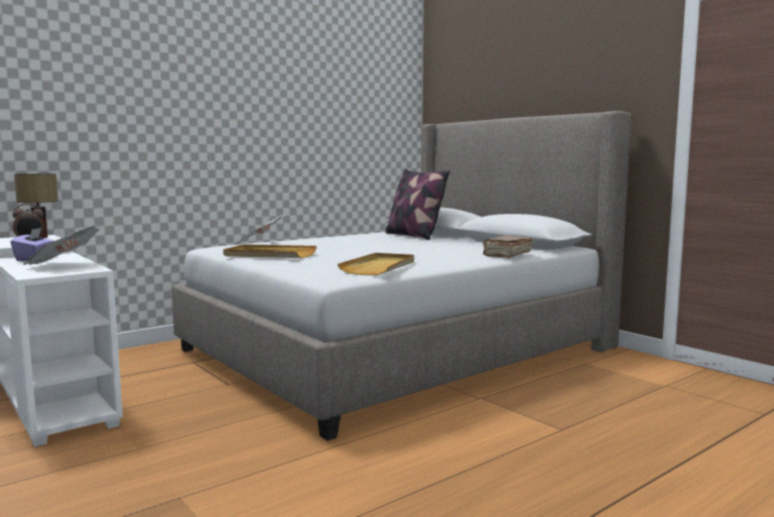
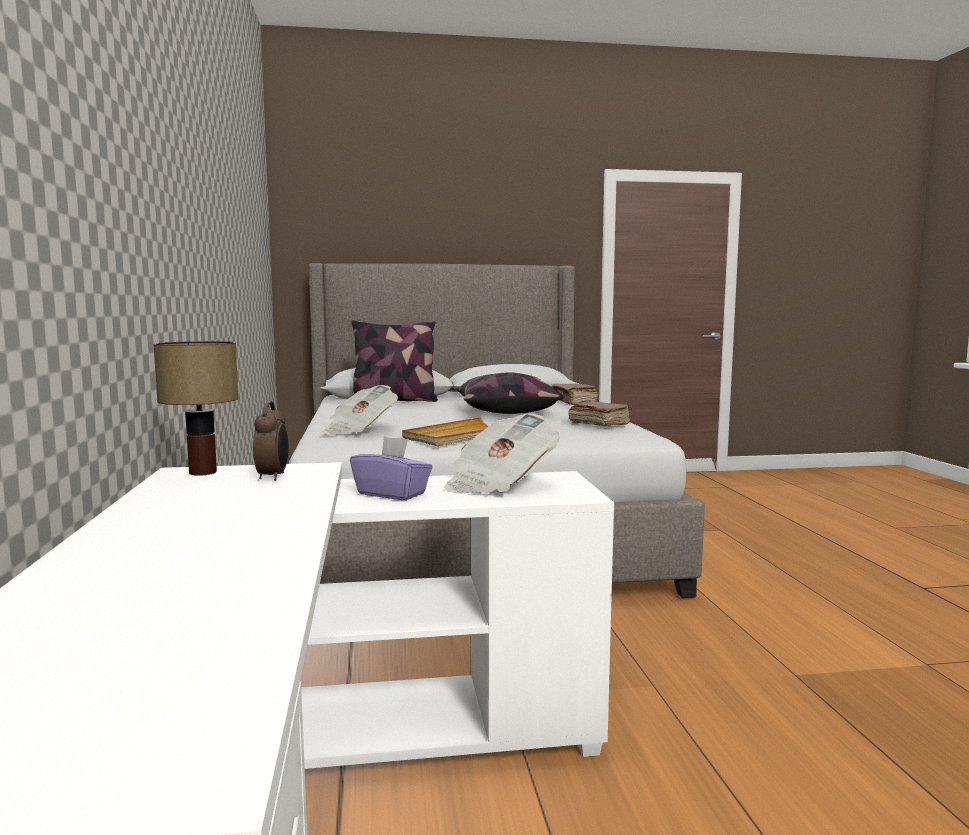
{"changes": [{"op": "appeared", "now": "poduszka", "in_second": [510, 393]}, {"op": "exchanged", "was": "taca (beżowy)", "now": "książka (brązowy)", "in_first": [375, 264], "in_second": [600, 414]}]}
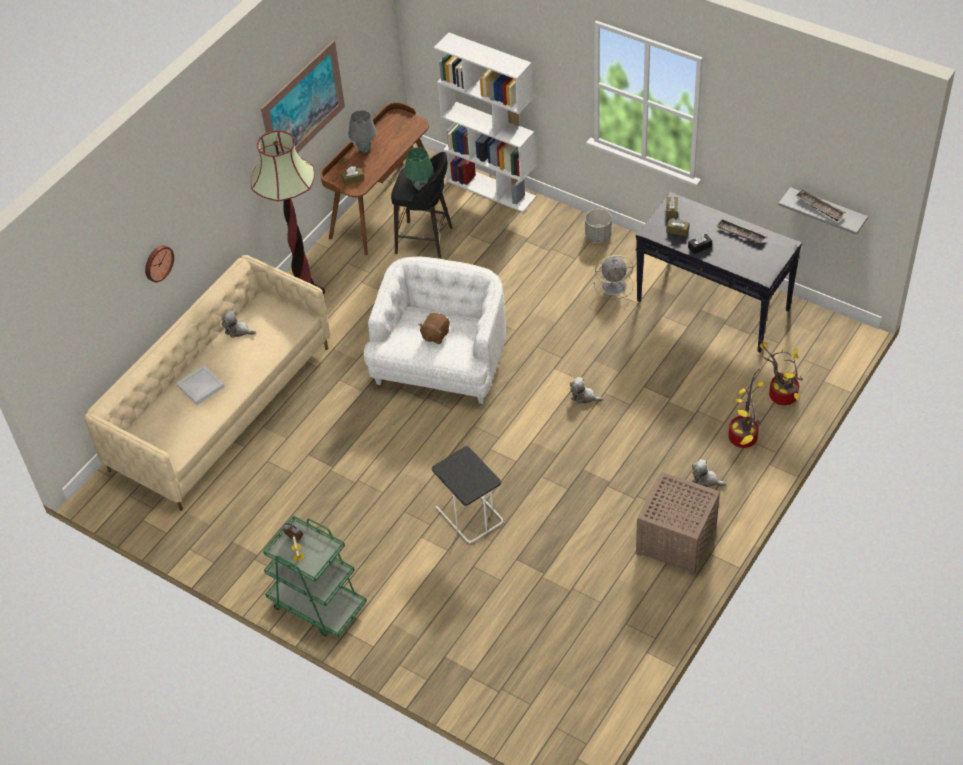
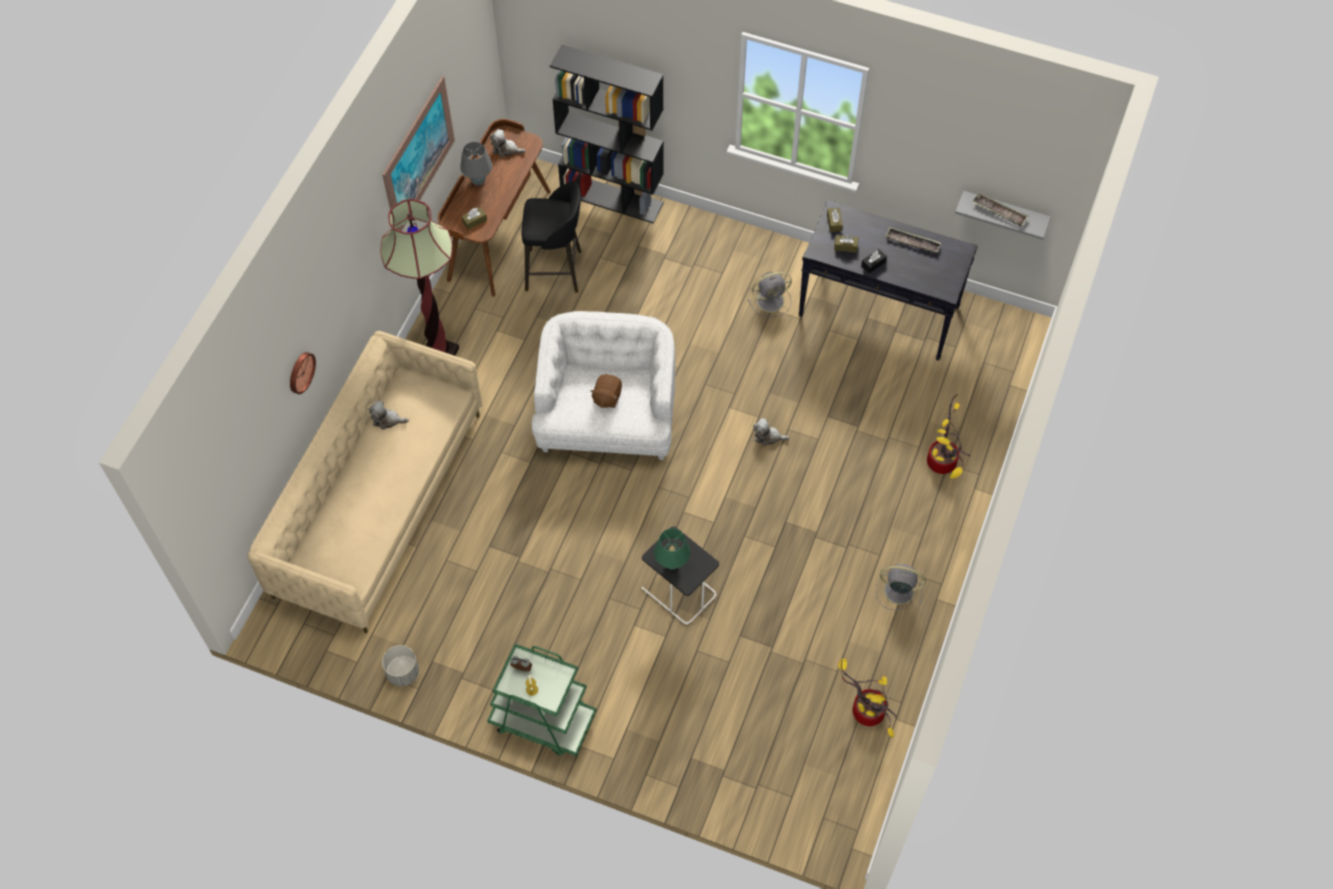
{"changes": [{"op": "missing", "was": "taca (biały)", "in_first": [200, 385]}, {"op": "relocated", "was": "lampa stołowa (zielony)", "in_first": [419, 168], "in_second": [672, 548]}, {"op": "relocated", "was": "donica (szary)", "in_first": [598, 226], "in_second": [400, 665]}, {"op": "relocated", "was": "pluszak", "in_first": [709, 473], "in_second": [508, 143]}, {"op": "relocated", "was": "roślina doniczkowa", "in_first": [781, 369], "in_second": [867, 699]}, {"op": "exchanged", "was": "stolik (brązowy)", "now": "wentylator (szary)", "in_first": [678, 523], "in_second": [901, 587]}, {"op": "colour", "was": "regał (biały)", "now": "regał (czarny)", "in_first": [485, 122], "in_second": [607, 134]}]}
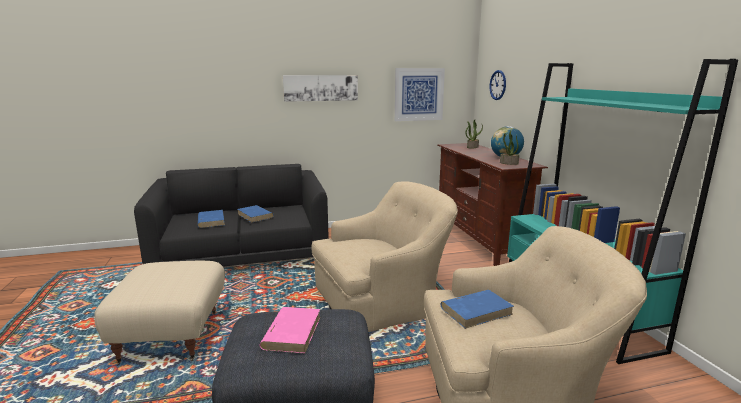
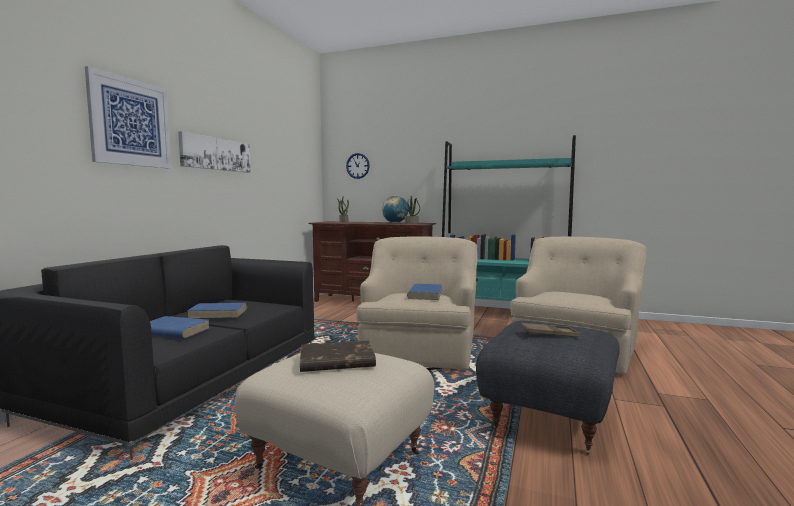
{"changes": [{"op": "appeared", "now": "książka (brązowy)", "in_second": [338, 356]}, {"op": "relocated", "was": "obraz", "in_first": [420, 94], "in_second": [128, 117]}, {"op": "relocated", "was": "książka (niebieski)", "in_first": [477, 309], "in_second": [424, 292]}, {"op": "exchanged", "was": "książka (różowy)", "now": "taca (brązowy)", "in_first": [290, 330], "in_second": [551, 330]}]}
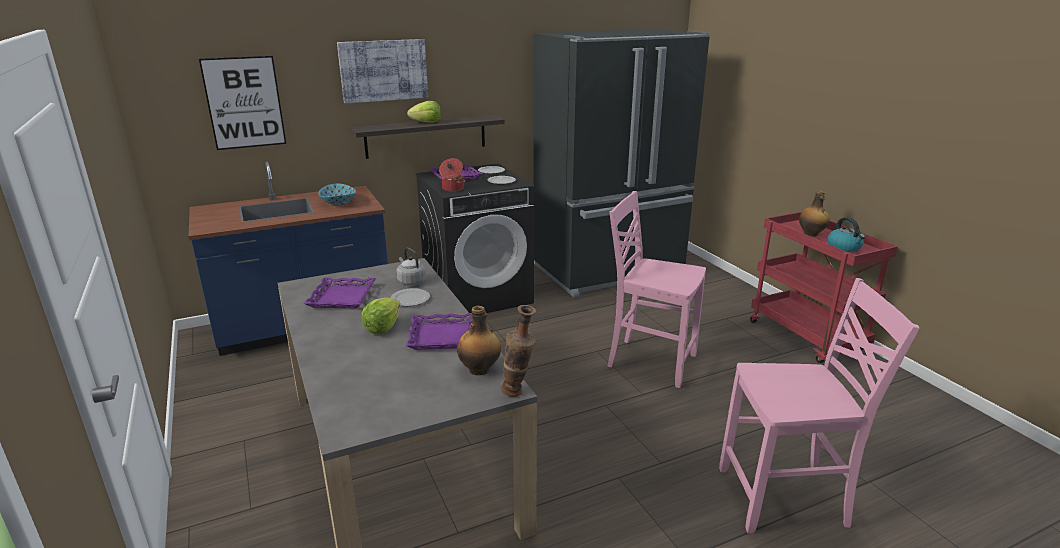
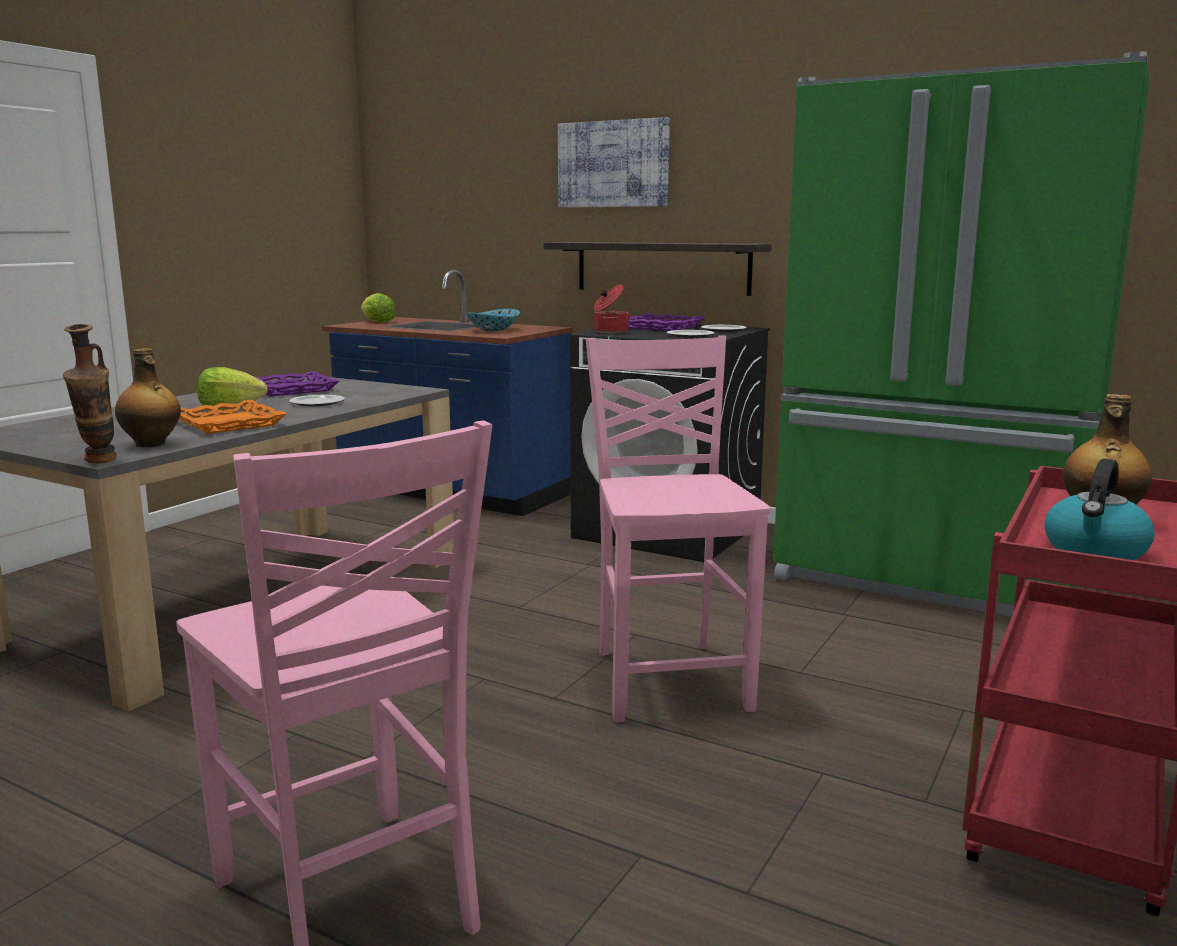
{"changes": [{"op": "missing", "was": "obraz", "in_first": [242, 103]}, {"op": "missing", "was": "czajnik (szary)", "in_first": [411, 266]}, {"op": "relocated", "was": "sałata", "in_first": [424, 112], "in_second": [378, 308]}, {"op": "colour", "was": "taca (fioletowy)", "now": "taca (pomarańczowy)", "in_first": [439, 331], "in_second": [233, 417]}, {"op": "colour", "was": "lodówka (czarny)", "now": "lodówka (zielony)", "in_first": [621, 163], "in_second": [961, 334]}]}
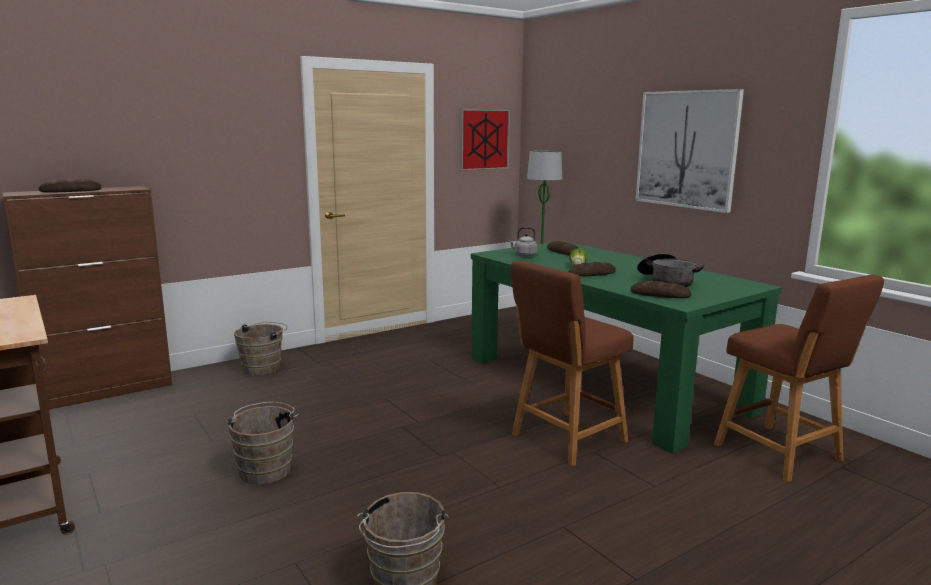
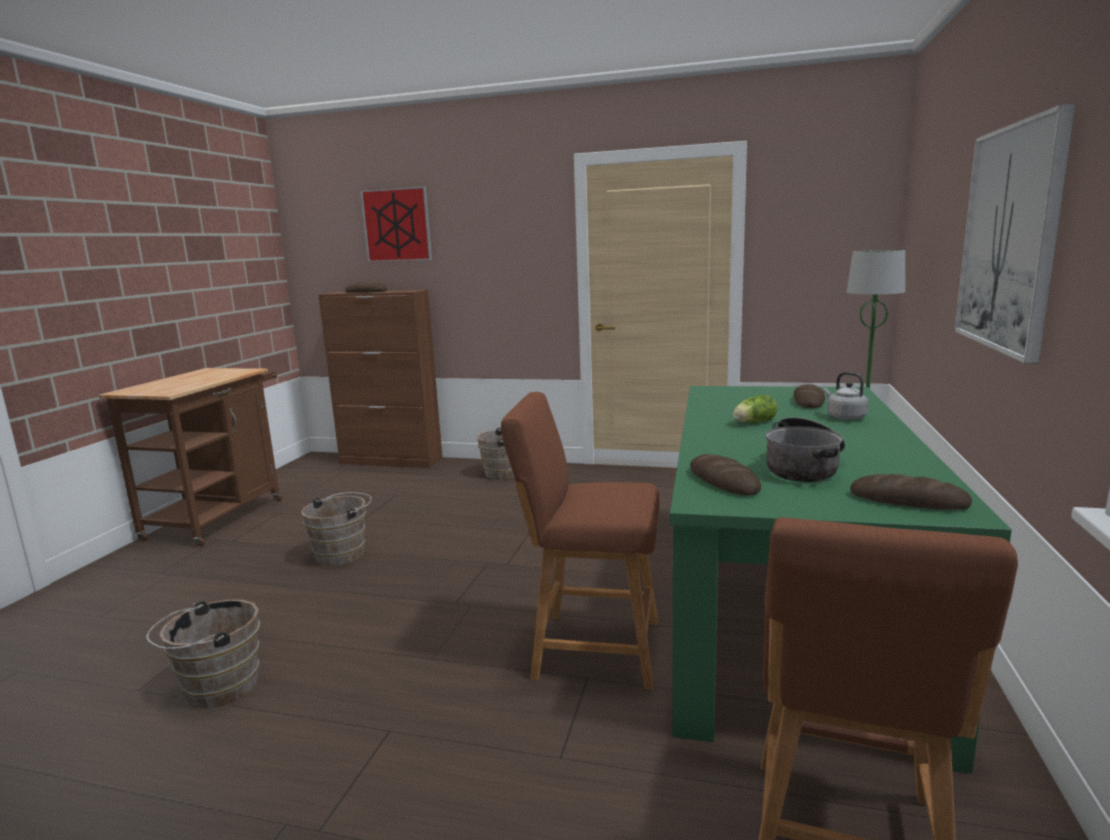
{"changes": [{"op": "relocated", "was": "obraz", "in_first": [485, 140], "in_second": [396, 224]}, {"op": "relocated", "was": "czajnik (szary)", "in_first": [523, 242], "in_second": [846, 396]}, {"op": "relocated", "was": "chleb", "in_first": [592, 269], "in_second": [911, 492]}]}
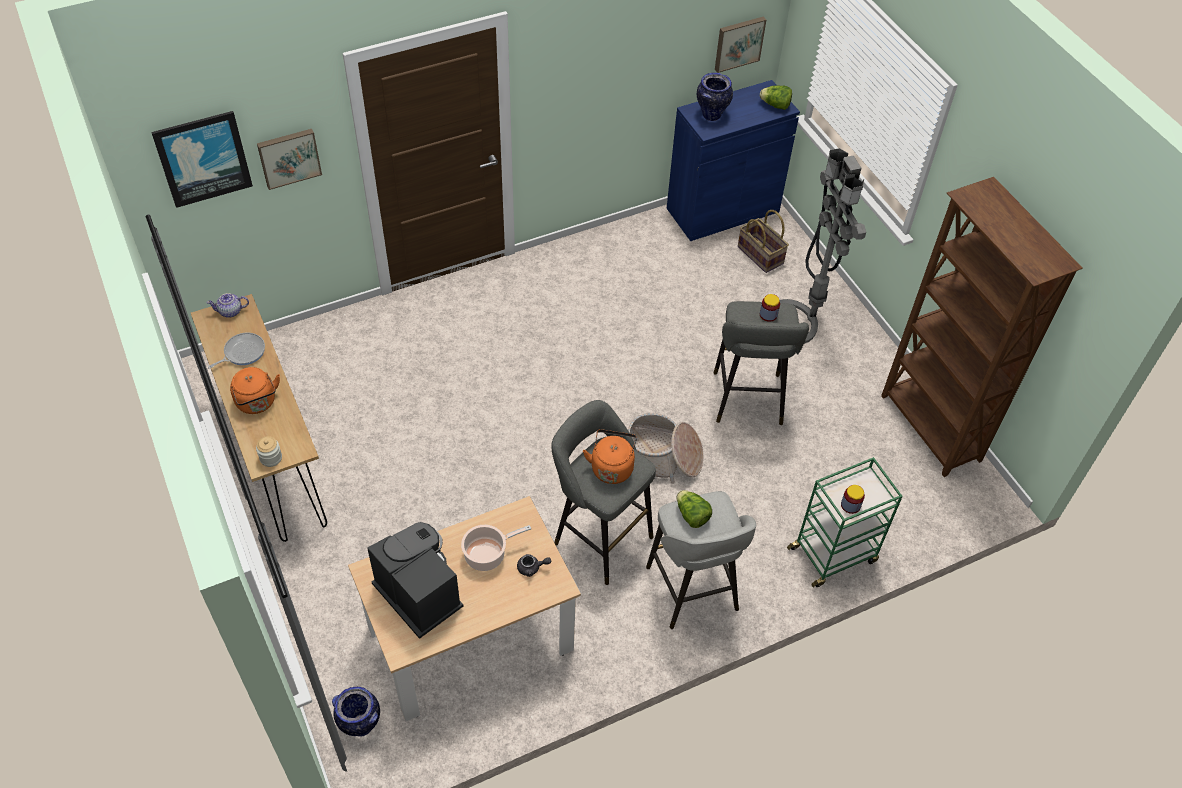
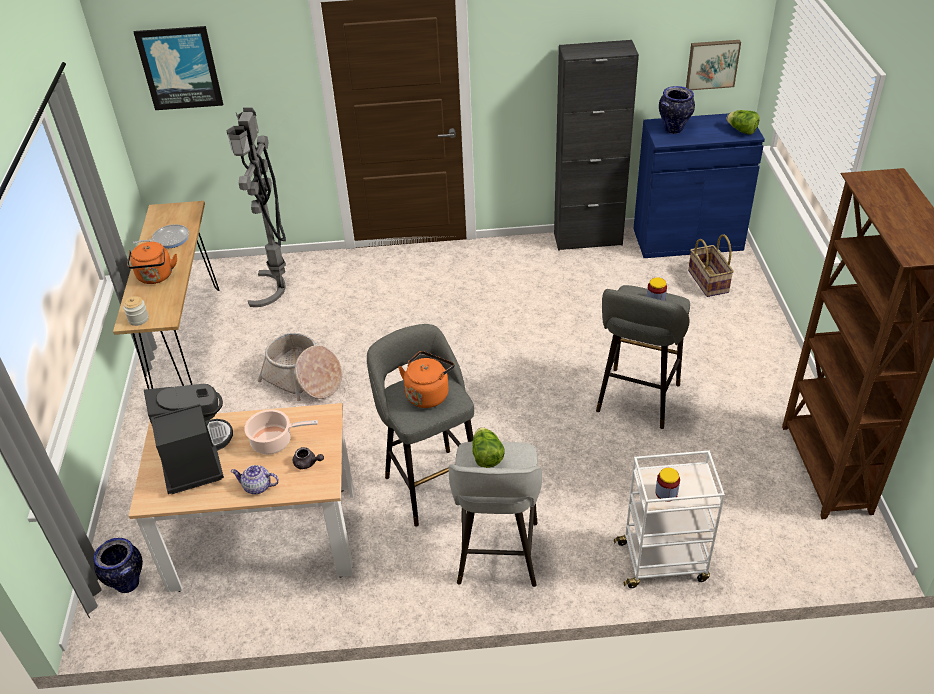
{"changes": [{"op": "missing", "was": "obraz", "in_first": [289, 159]}, {"op": "appeared", "now": "szafka (czarny)", "in_second": [596, 145]}, {"op": "relocated", "was": "imbryk", "in_first": [228, 305], "in_second": [255, 479]}, {"op": "relocated", "was": "koszyk", "in_first": [665, 448], "in_second": [300, 367]}, {"op": "relocated", "was": "lampa stojąca (szary)", "in_first": [823, 246], "in_second": [256, 207]}, {"op": "colour", "was": "wózek (zielony)", "now": "wózek (biały)", "in_first": [845, 522], "in_second": [669, 519]}]}
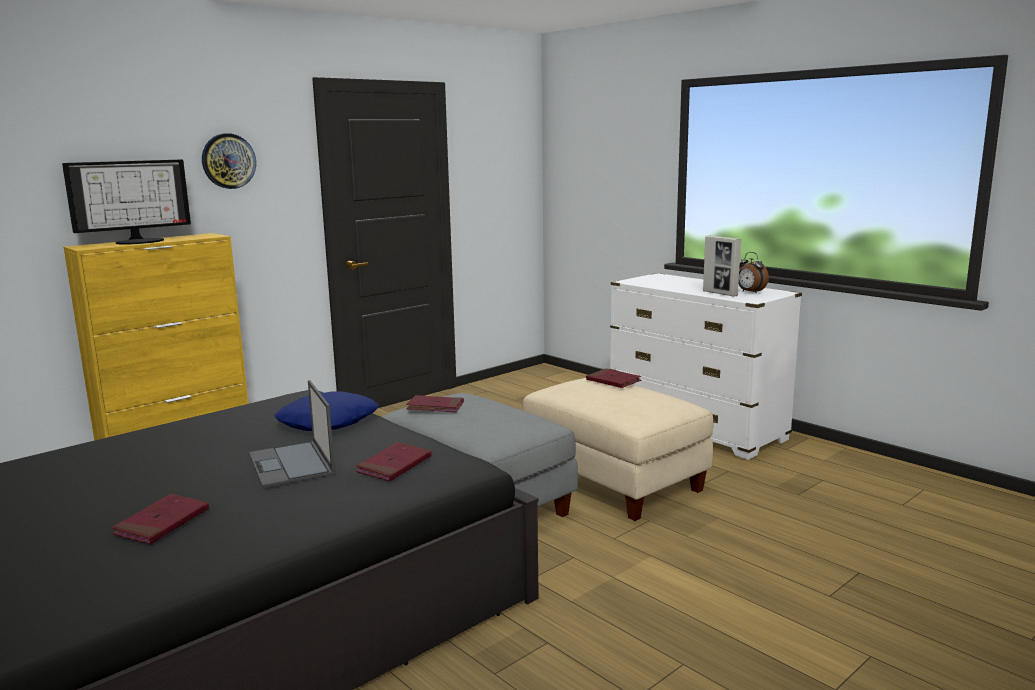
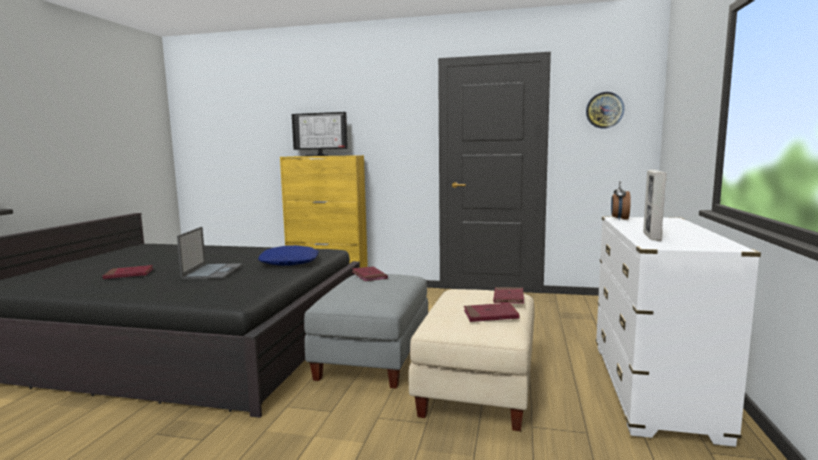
{"changes": [{"op": "relocated", "was": "zegar ścienny", "in_first": [229, 161], "in_second": [605, 110]}, {"op": "relocated", "was": "książka (czerwony)", "in_first": [394, 461], "in_second": [491, 312]}, {"op": "relocated", "was": "budzik", "in_first": [754, 273], "in_second": [621, 201]}, {"op": "spun", "was": "laptop", "in_first": [292, 434], "in_second": [209, 253], "clockwise": 150}]}
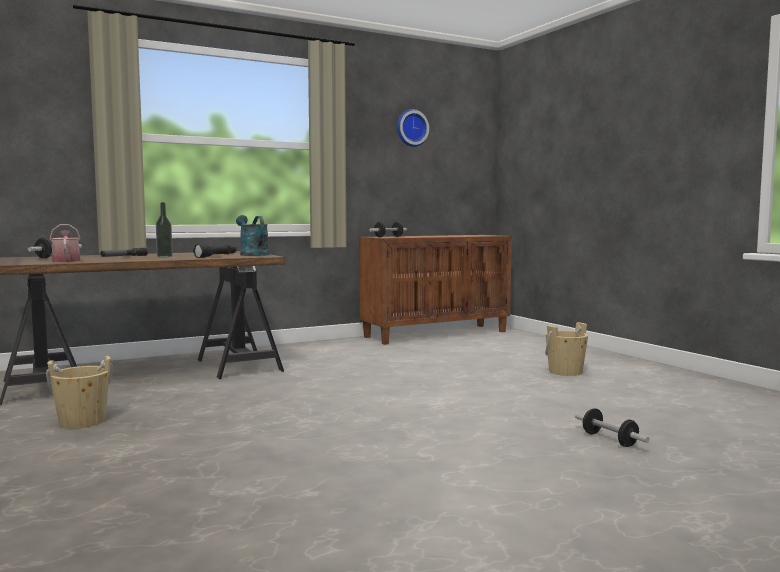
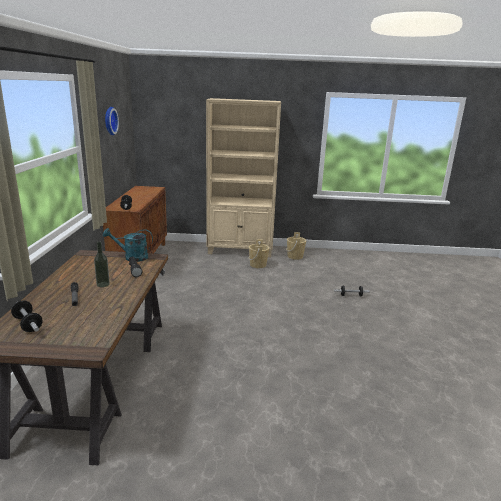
{"changes": [{"op": "missing", "was": "konewka", "in_first": [65, 243]}, {"op": "appeared", "now": "regał (beżowy)", "in_second": [243, 177]}, {"op": "relocated", "was": "wiadro (beżowy)", "in_first": [79, 392], "in_second": [296, 246]}]}
